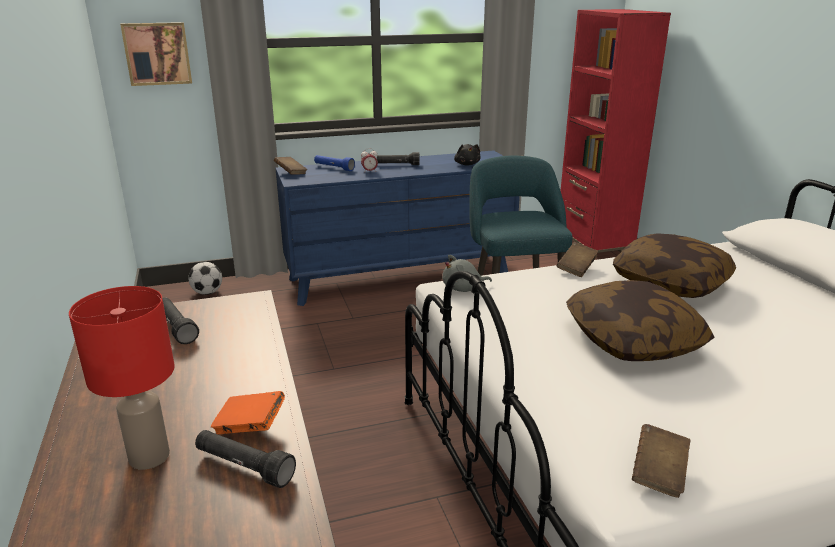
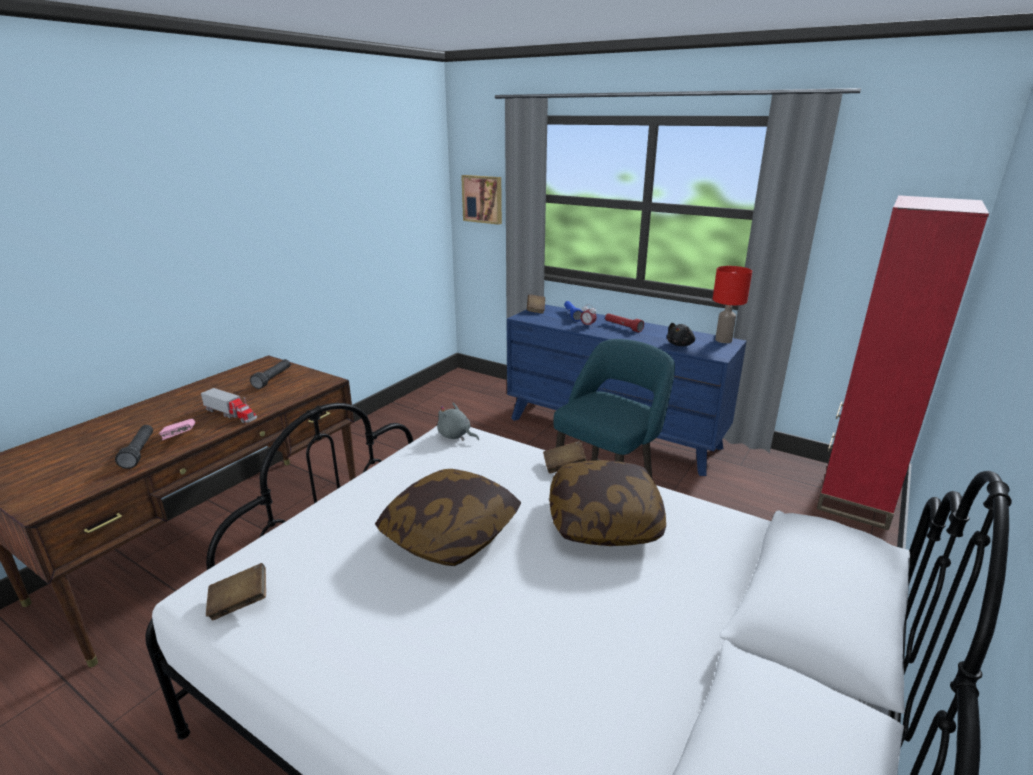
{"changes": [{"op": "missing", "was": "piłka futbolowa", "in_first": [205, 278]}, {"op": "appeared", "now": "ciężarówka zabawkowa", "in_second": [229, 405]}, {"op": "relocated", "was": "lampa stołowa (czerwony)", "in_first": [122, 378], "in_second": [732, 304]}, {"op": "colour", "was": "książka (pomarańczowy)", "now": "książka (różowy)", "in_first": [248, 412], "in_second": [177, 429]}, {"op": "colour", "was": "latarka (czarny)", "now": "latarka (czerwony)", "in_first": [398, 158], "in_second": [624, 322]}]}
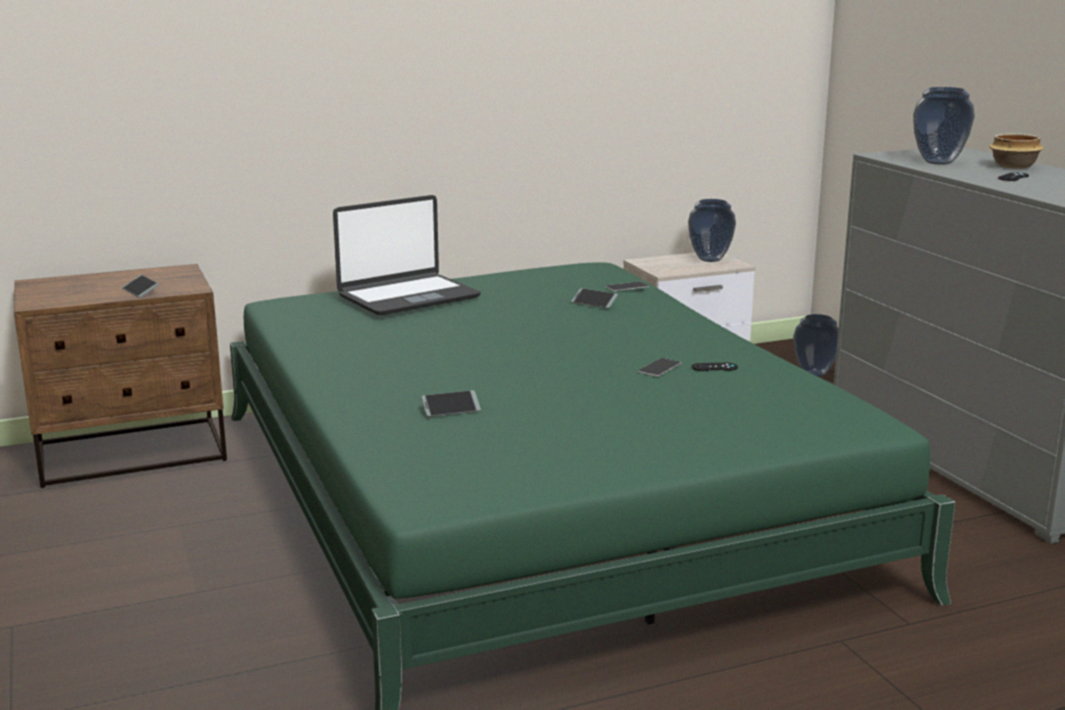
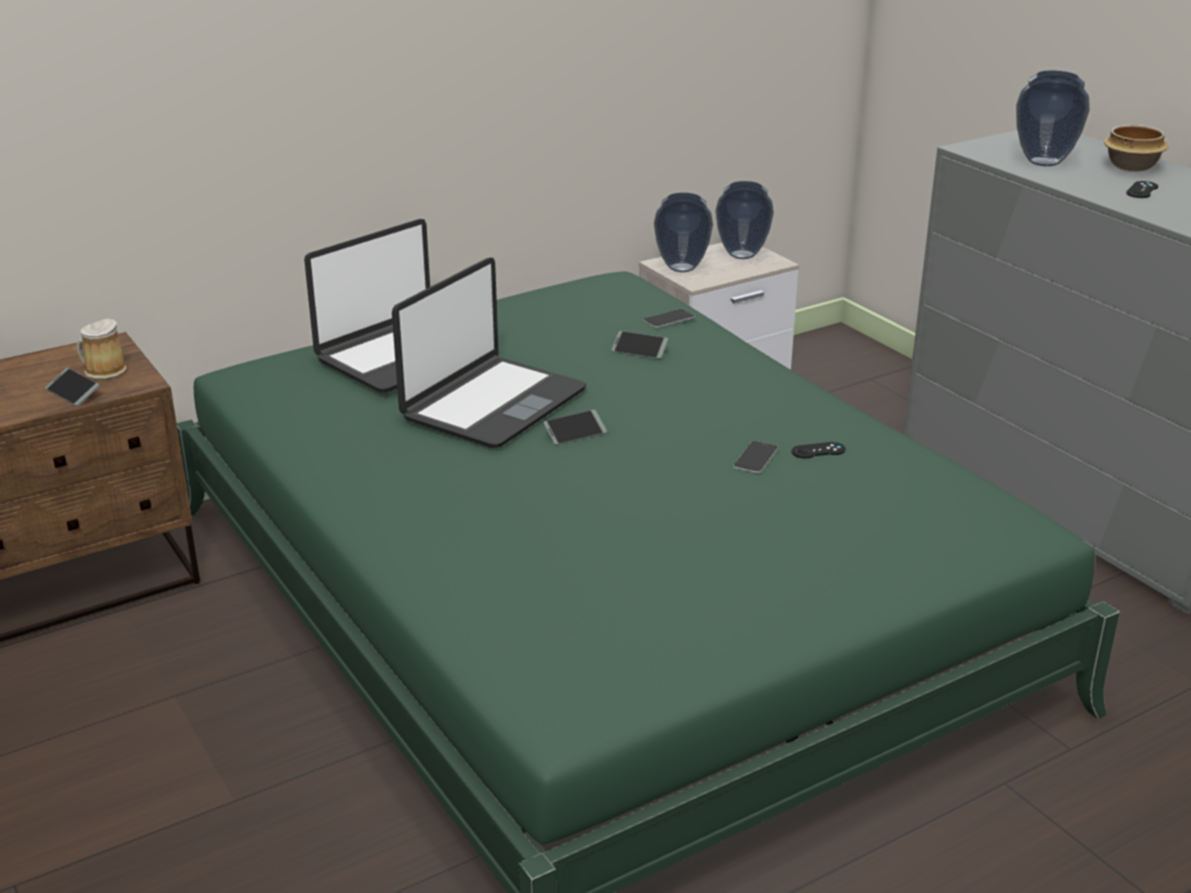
{"changes": [{"op": "appeared", "now": "kubek", "in_second": [102, 349]}, {"op": "appeared", "now": "laptop", "in_second": [489, 353]}, {"op": "relocated", "was": "telefon", "in_first": [451, 403], "in_second": [575, 427]}, {"op": "relocated", "was": "wazon", "in_first": [815, 345], "in_second": [683, 232]}]}
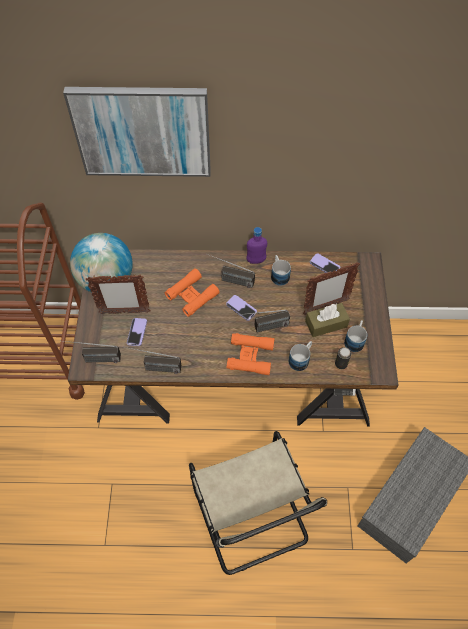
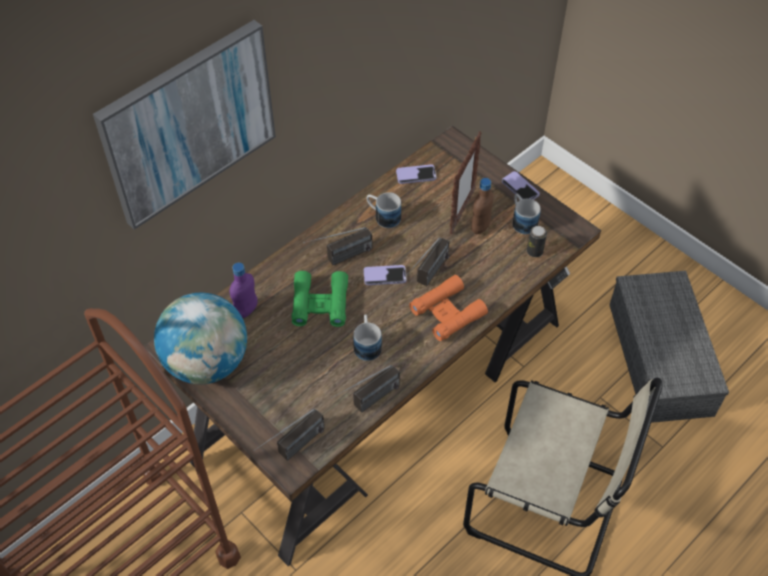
{"changes": [{"op": "missing", "was": "ramka na zdjęcie", "in_first": [118, 294]}, {"op": "relocated", "was": "telefon", "in_first": [137, 332], "in_second": [521, 185]}, {"op": "relocated", "was": "butelka (fioletowy)", "in_first": [256, 245], "in_second": [243, 290]}, {"op": "relocated", "was": "kubek", "in_first": [300, 356], "in_second": [367, 337]}, {"op": "exchanged", "was": "pudełko chusteczek (brązowy)", "now": "butelka (brązowy)", "in_first": [327, 320], "in_second": [482, 206]}, {"op": "colour", "was": "lornetka (pomarańczowy)", "now": "lornetka (zielony)", "in_first": [192, 292], "in_second": [320, 299]}]}
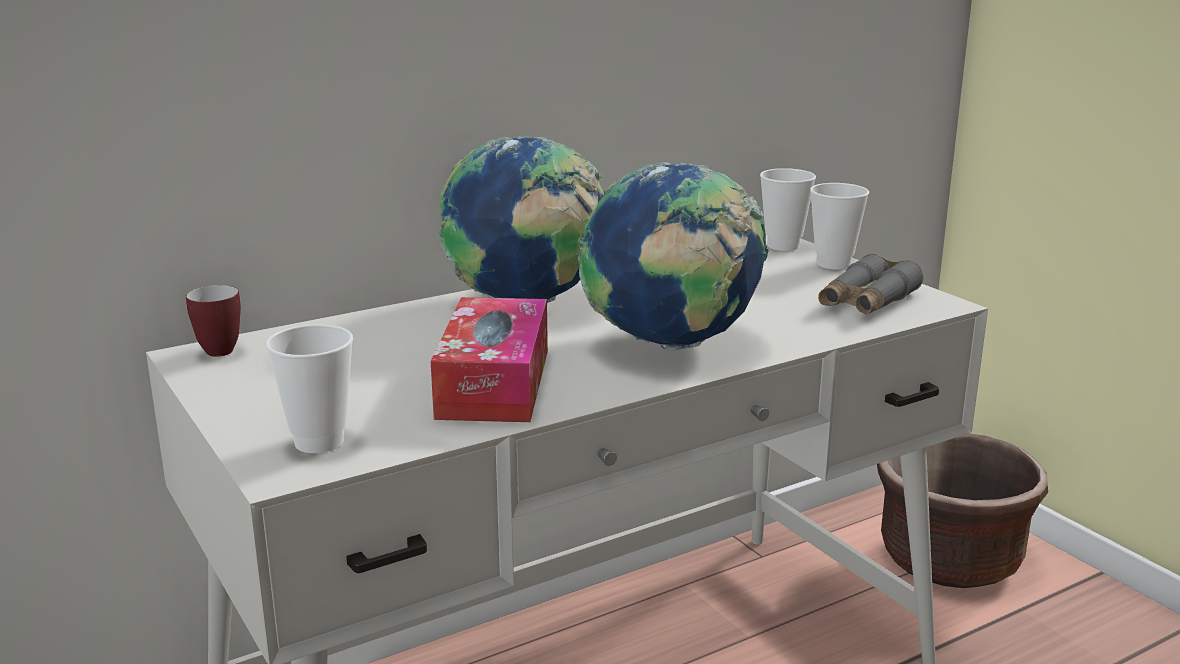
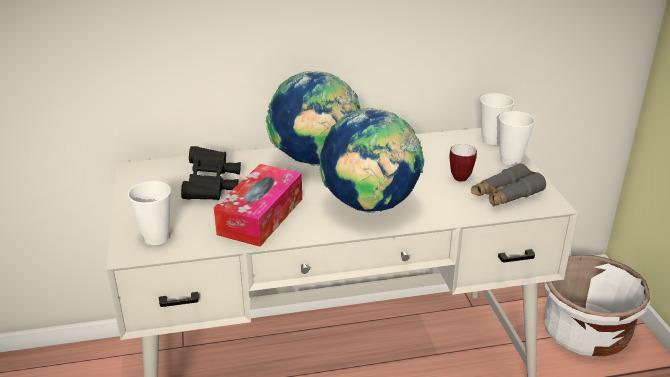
{"changes": [{"op": "appeared", "now": "lornetka (czarny)", "in_second": [211, 173]}, {"op": "relocated", "was": "kubek", "in_first": [213, 321], "in_second": [463, 163]}, {"op": "colour", "was": "donica (brązowy)", "now": "donica (biały)", "in_first": [962, 510], "in_second": [597, 306]}]}
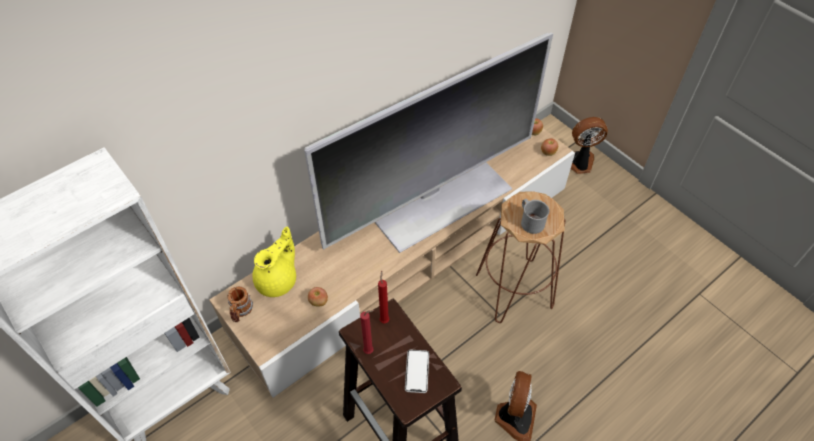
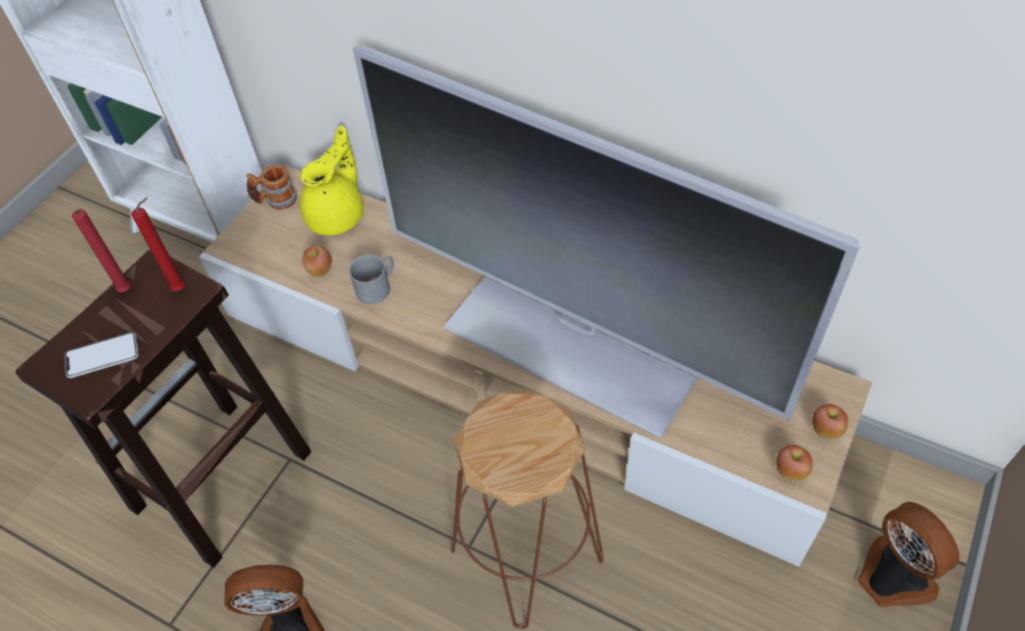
{"changes": [{"op": "relocated", "was": "kubek (szary)", "in_first": [535, 216], "in_second": [371, 279]}, {"op": "spun", "was": "imbryk (żółty)", "in_first": [274, 261], "in_second": [332, 180], "clockwise": -75}]}
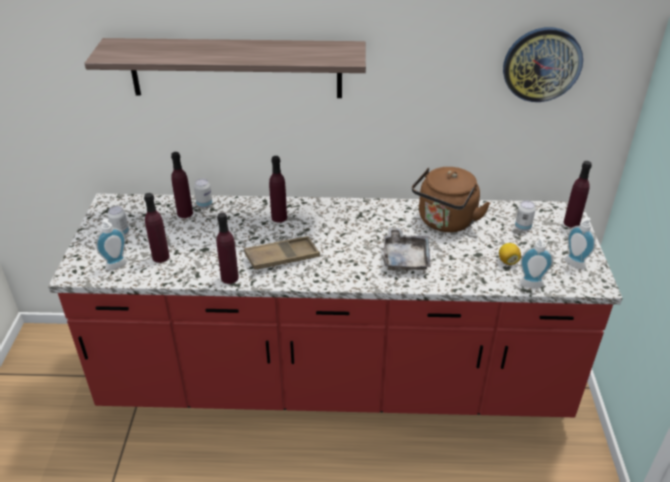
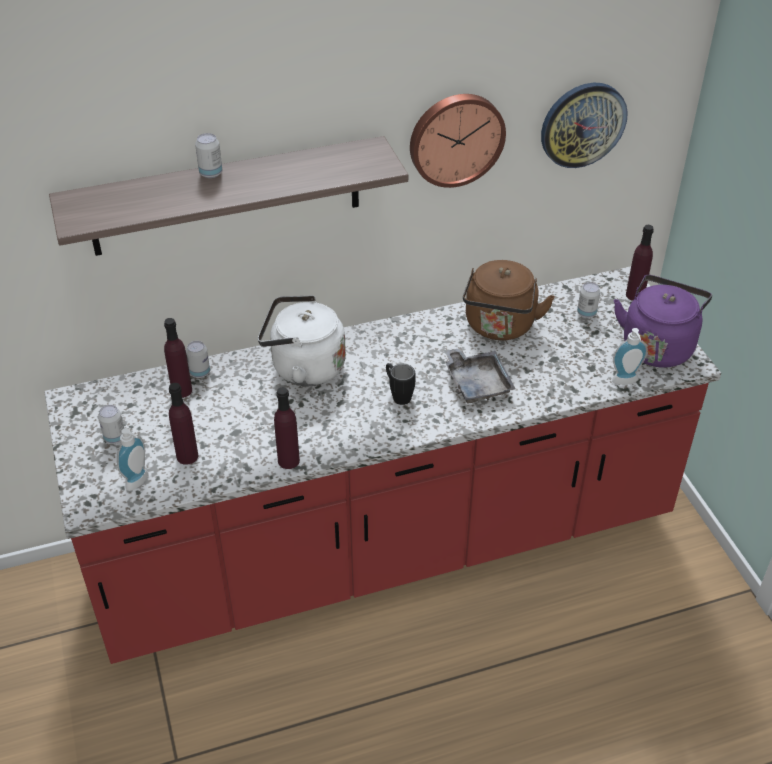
{"changes": [{"op": "missing", "was": "taca (brązowy)", "in_first": [282, 253]}, {"op": "missing", "was": "cytryna", "in_first": [510, 254]}, {"op": "appeared", "now": "puszka", "in_second": [208, 155]}, {"op": "appeared", "now": "kubek (czarny)", "in_second": [401, 384]}, {"op": "appeared", "now": "zegar ścienny", "in_second": [458, 141]}, {"op": "exchanged", "was": "butelka (fioletowy)", "now": "czajnik (biały)", "in_first": [278, 189], "in_second": [302, 340]}, {"op": "exchanged", "was": "dozownik mydła", "now": "czajnik (fioletowy)", "in_first": [580, 243], "in_second": [663, 321]}]}
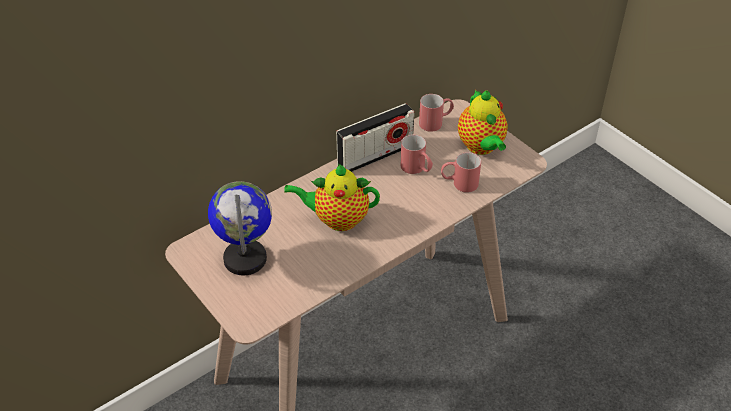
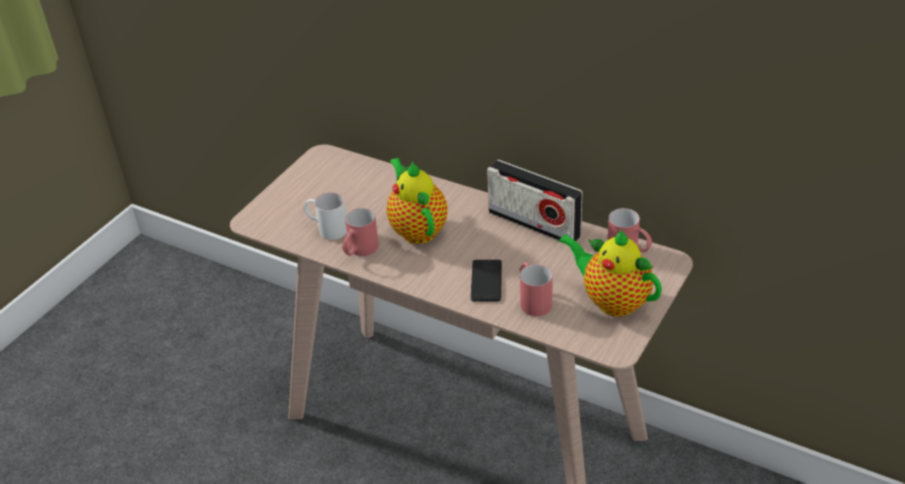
{"changes": [{"op": "missing", "was": "globus", "in_first": [240, 228]}, {"op": "appeared", "now": "kubek (biały)", "in_second": [325, 216]}, {"op": "appeared", "now": "telefon", "in_second": [486, 281]}, {"op": "relocated", "was": "kubek (czerwony)", "in_first": [417, 154], "in_second": [360, 232]}, {"op": "spun", "was": "imbryk", "in_first": [483, 122], "in_second": [610, 273], "clockwise": 75}]}
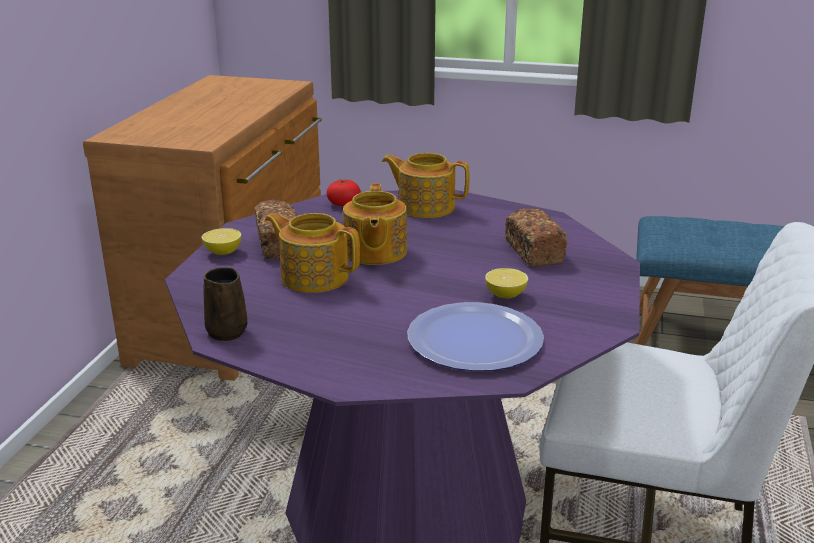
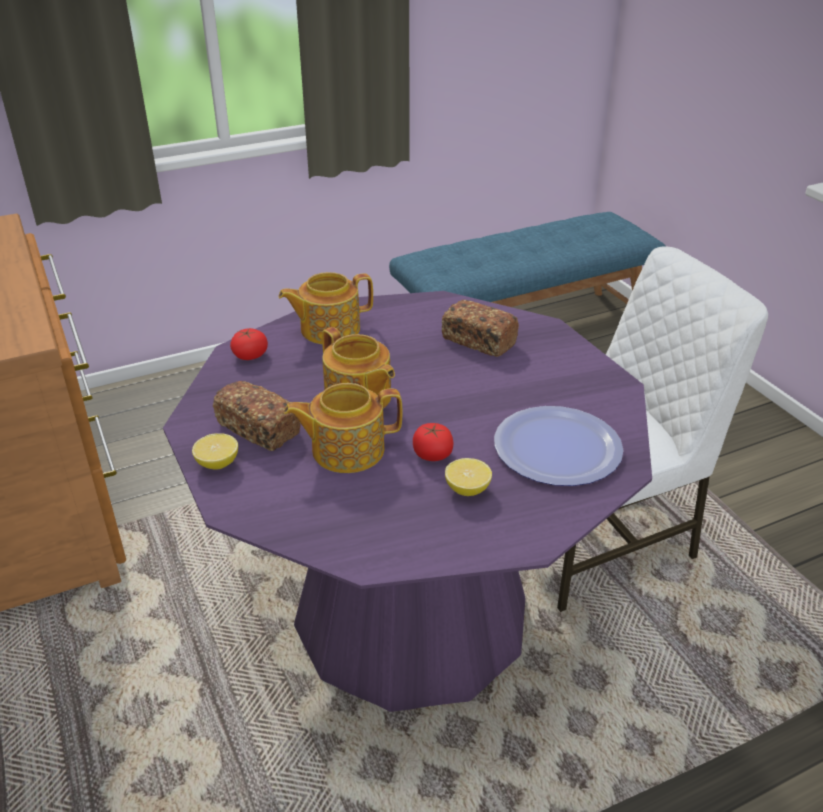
{"changes": [{"op": "missing", "was": "kubek (brązowy)", "in_first": [225, 304]}, {"op": "appeared", "now": "pomidor", "in_second": [433, 442]}, {"op": "relocated", "was": "cytryna", "in_first": [506, 283], "in_second": [468, 477]}]}
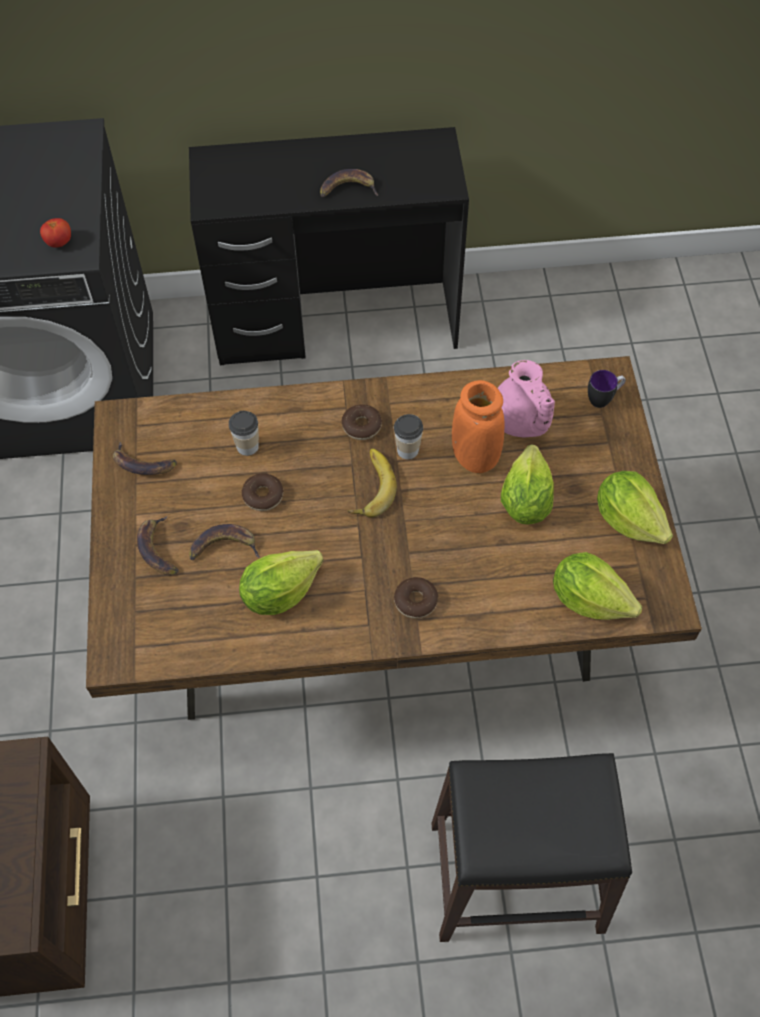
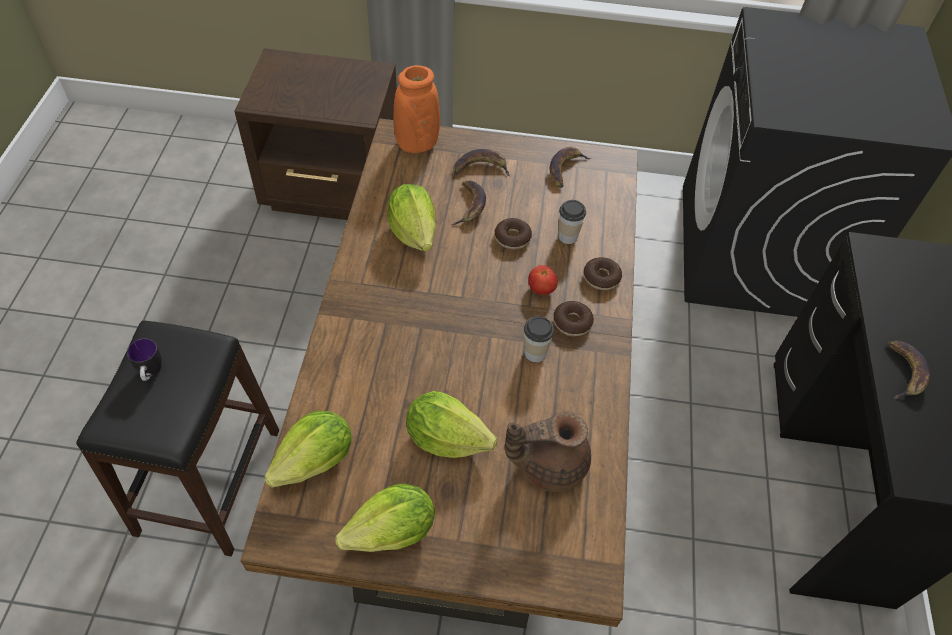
{"changes": [{"op": "missing", "was": "banan", "in_first": [372, 482]}, {"op": "relocated", "was": "pomidor", "in_first": [55, 233], "in_second": [543, 280]}, {"op": "relocated", "was": "donut", "in_first": [416, 597], "in_second": [603, 273]}, {"op": "relocated", "was": "wazon (pomarańczowy)", "in_first": [478, 426], "in_second": [416, 109]}, {"op": "relocated", "was": "kubek", "in_first": [607, 389], "in_second": [144, 360]}, {"op": "colour", "was": "imbryk (różowy)", "now": "imbryk (brązowy)", "in_first": [526, 398], "in_second": [548, 451]}]}
